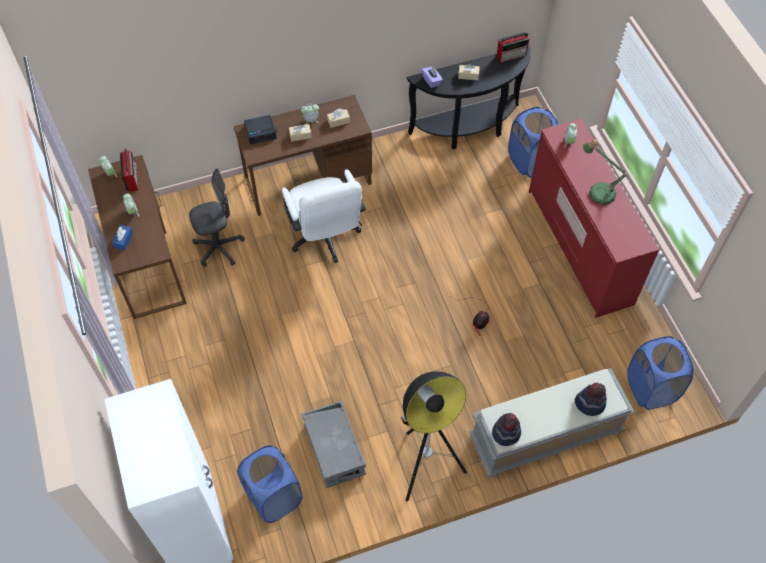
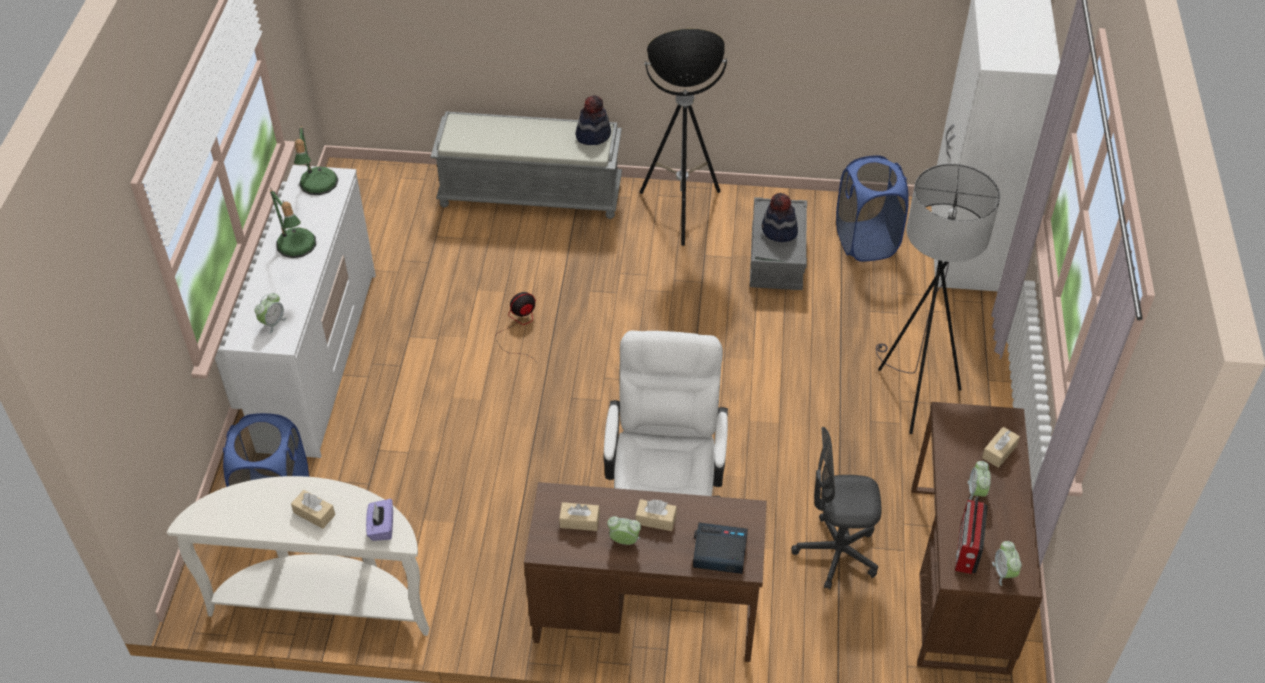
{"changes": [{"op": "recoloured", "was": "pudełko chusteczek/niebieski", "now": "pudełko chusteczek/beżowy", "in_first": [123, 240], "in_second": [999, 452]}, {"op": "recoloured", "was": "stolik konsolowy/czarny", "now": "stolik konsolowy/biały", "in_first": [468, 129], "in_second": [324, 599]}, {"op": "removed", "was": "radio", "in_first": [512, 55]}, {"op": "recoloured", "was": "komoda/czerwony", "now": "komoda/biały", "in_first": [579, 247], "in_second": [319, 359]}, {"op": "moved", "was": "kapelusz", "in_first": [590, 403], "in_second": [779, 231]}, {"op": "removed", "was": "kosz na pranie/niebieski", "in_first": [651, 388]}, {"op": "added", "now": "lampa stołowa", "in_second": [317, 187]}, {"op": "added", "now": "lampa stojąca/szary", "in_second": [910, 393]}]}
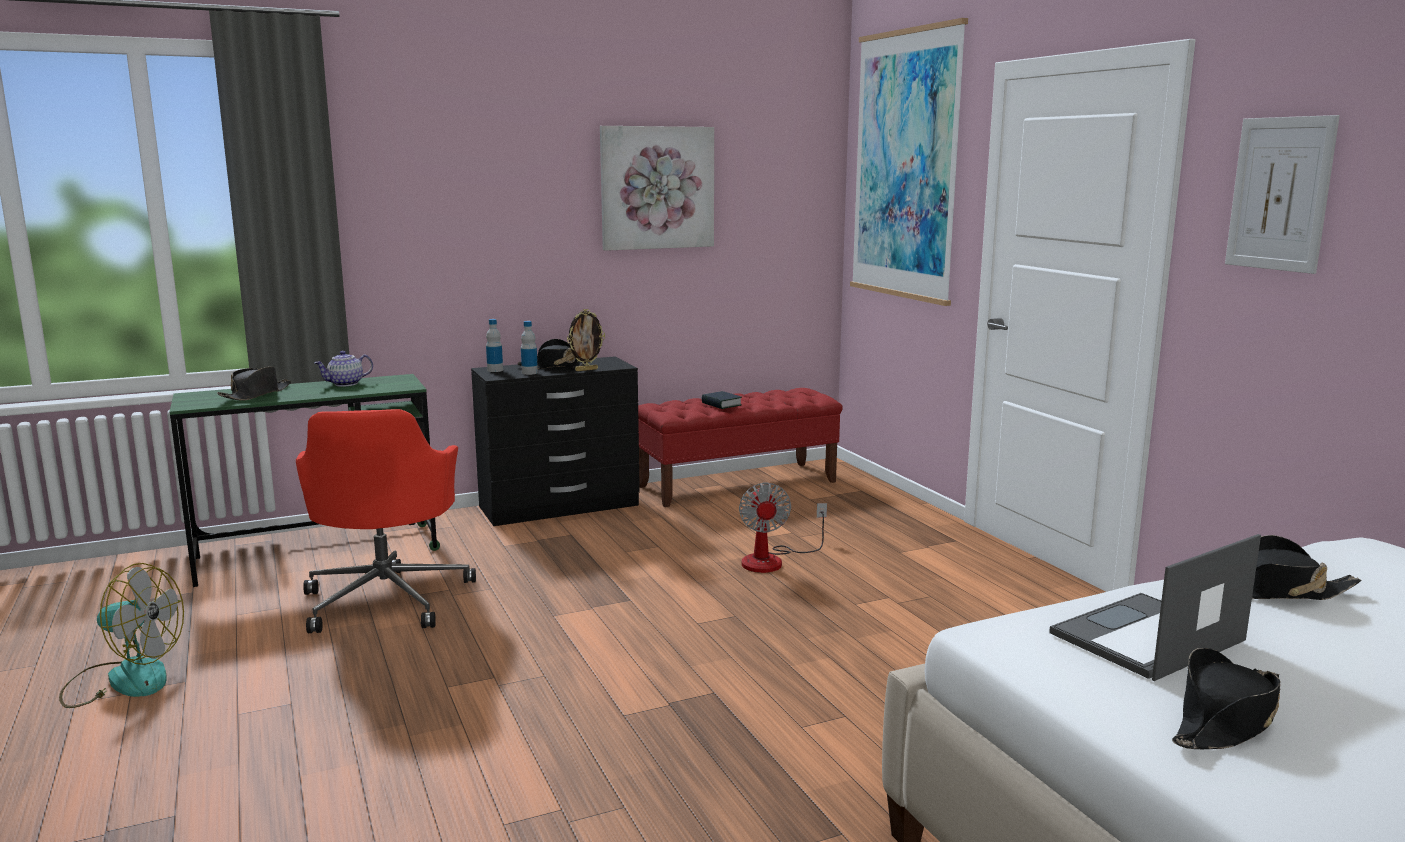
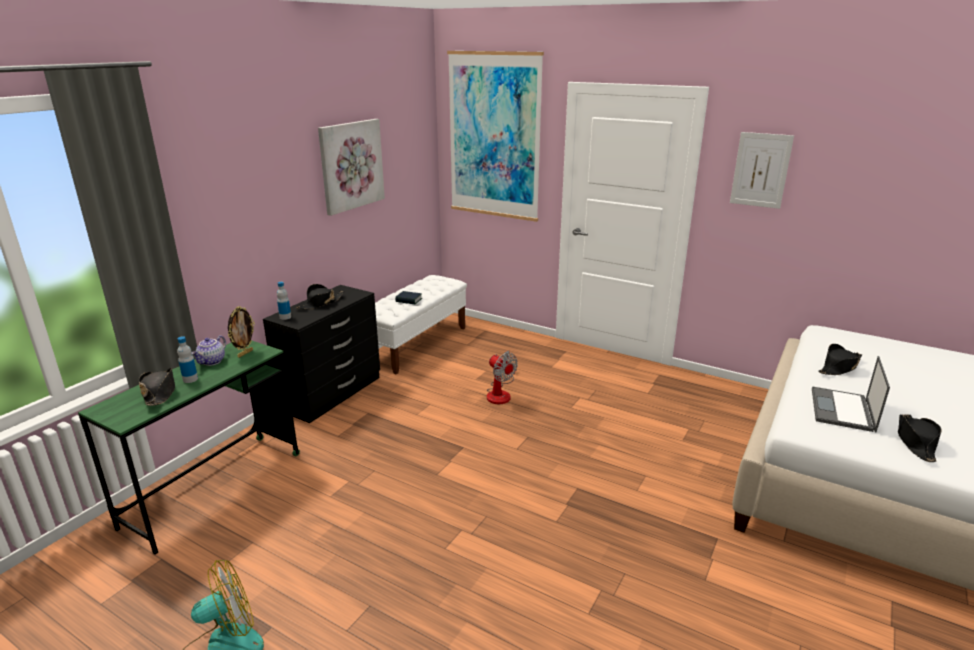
{"changes": [{"op": "removed", "was": "krzesło biurowe/czerwony", "in_first": [387, 598]}, {"op": "moved", "was": "butelka", "in_first": [529, 373], "in_second": [190, 379]}, {"op": "moved", "was": "ramka na zdjęcie", "in_first": [586, 370], "in_second": [245, 353]}, {"op": "recoloured", "was": "ławka/czerwony", "now": "ławka/biały", "in_first": [738, 484], "in_second": [415, 344]}]}
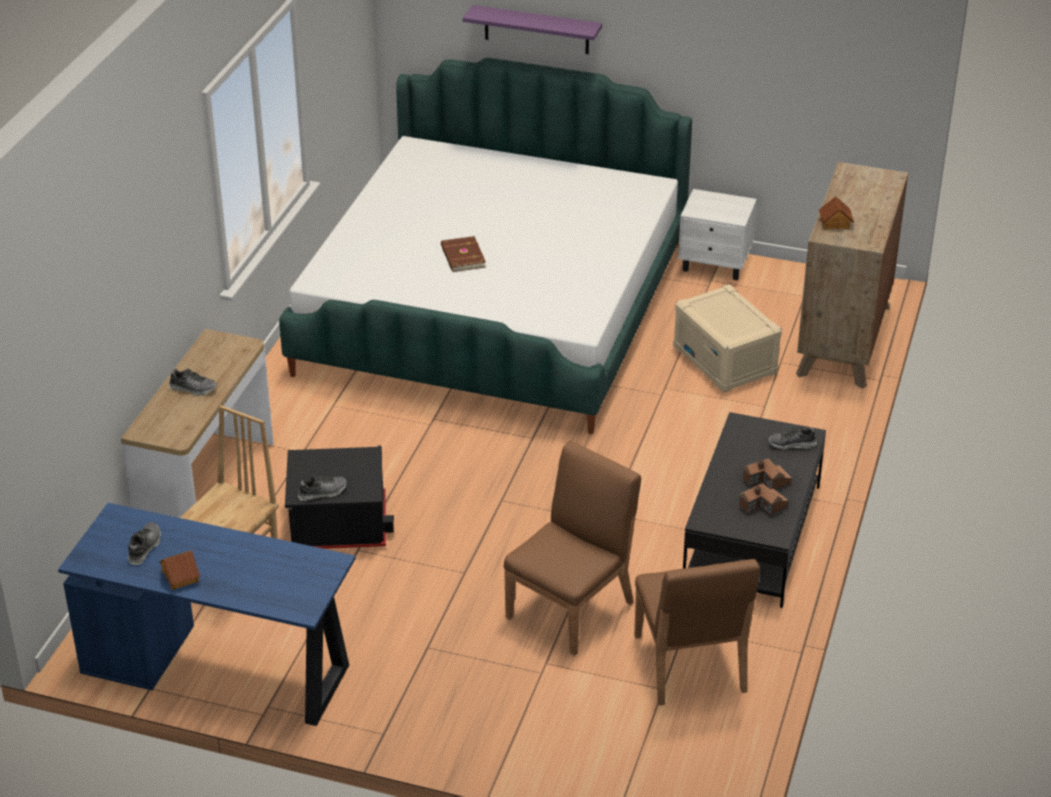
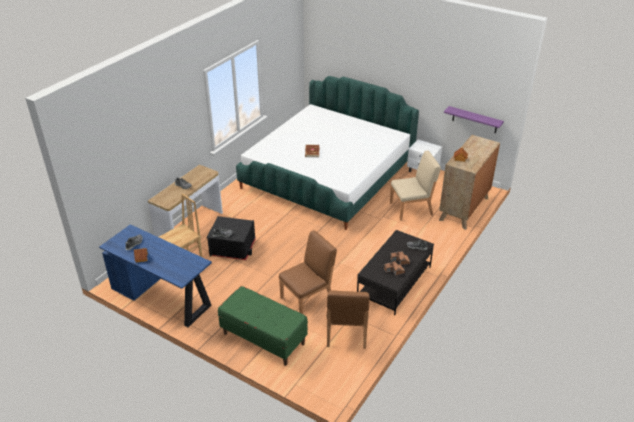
{"changes": [{"op": "moved", "was": "półka/fioletowy", "in_first": [536, 30], "in_second": [474, 120]}, {"op": "replaced", "was": "pojemnik do przechowywania/beżowy", "now": "krzesło/beżowy", "in_first": [725, 360], "in_second": [412, 209]}, {"op": "added", "now": "ławka/zielony", "in_second": [263, 338]}]}
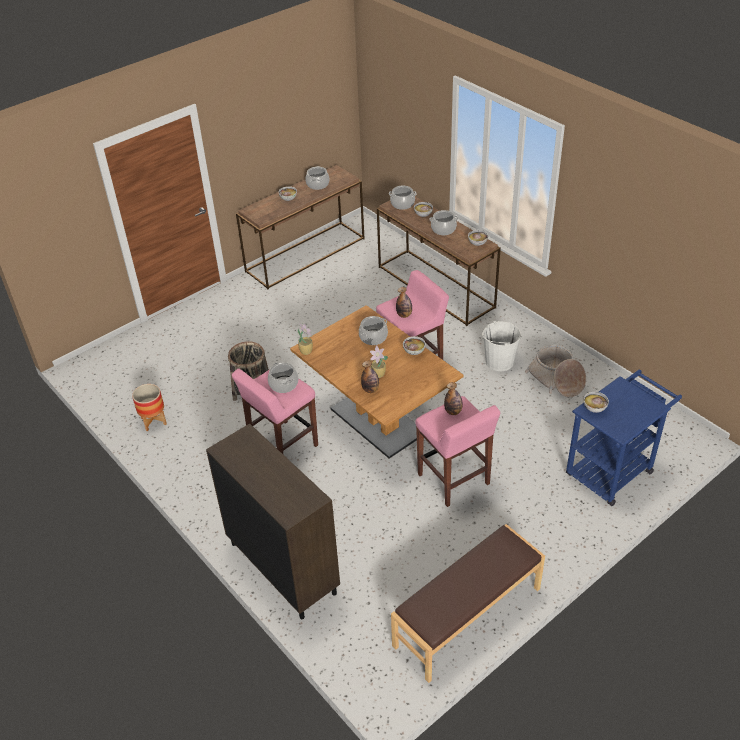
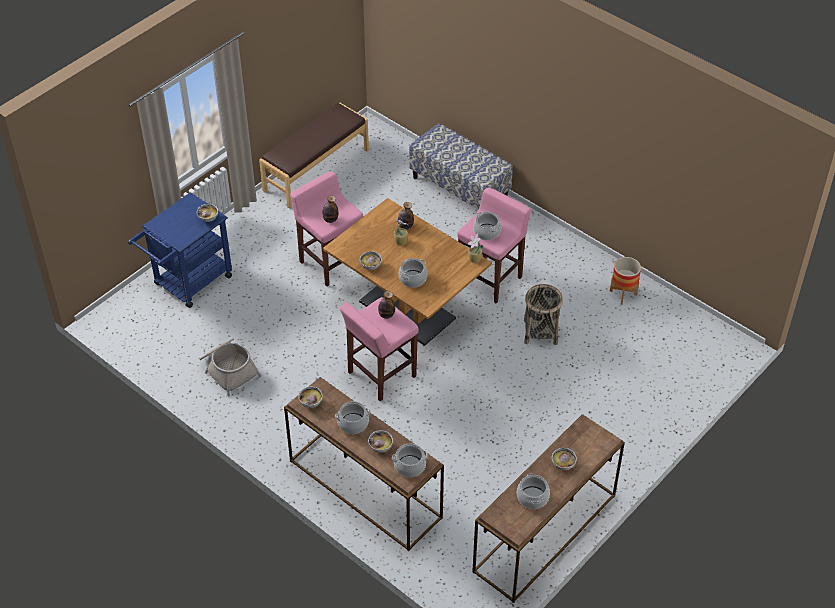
{"changes": [{"op": "replaced", "was": "szafka/brązowy", "now": "ławka", "in_first": [282, 567], "in_second": [460, 188]}, {"op": "removed", "was": "wiadro/biały", "in_first": [499, 361]}]}
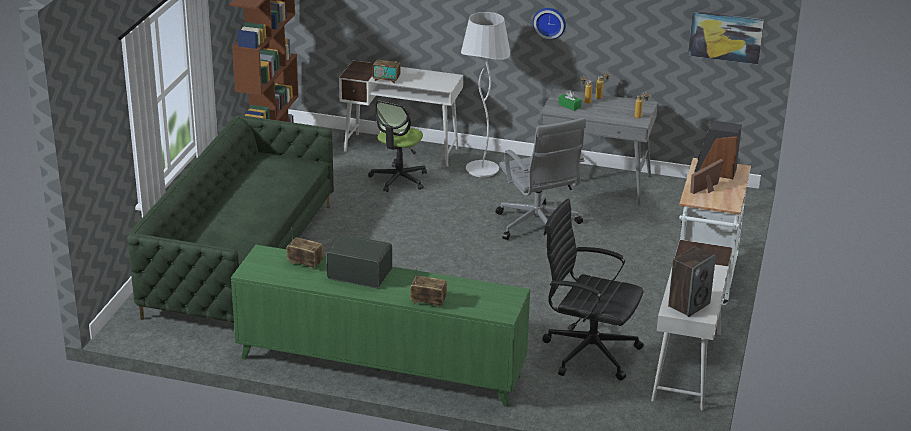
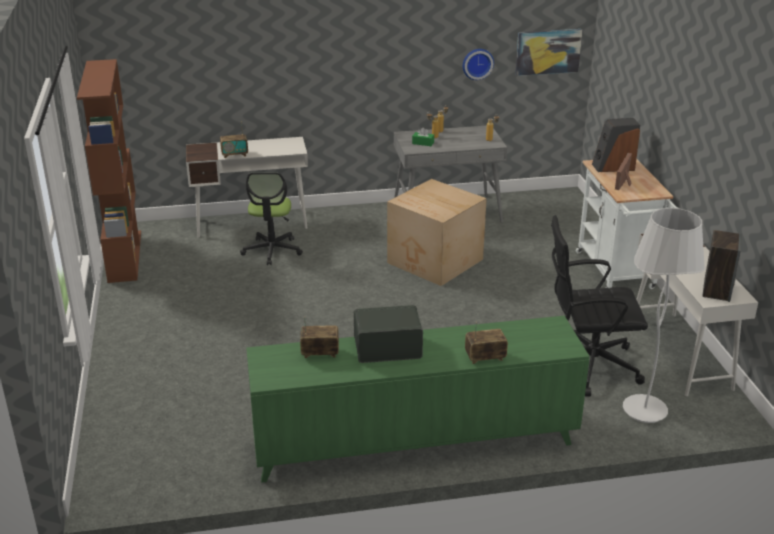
{"changes": [{"op": "removed", "was": "kanapa/zielony", "in_first": [241, 258]}, {"op": "moved", "was": "lampa stojąca/biały", "in_first": [482, 170], "in_second": [644, 411]}, {"op": "replaced", "was": "krzesło biurowe/szary", "now": "karton", "in_first": [538, 226], "in_second": [435, 262]}, {"op": "moved", "was": "zegar ścienny", "in_first": [549, 22], "in_second": [477, 63]}]}
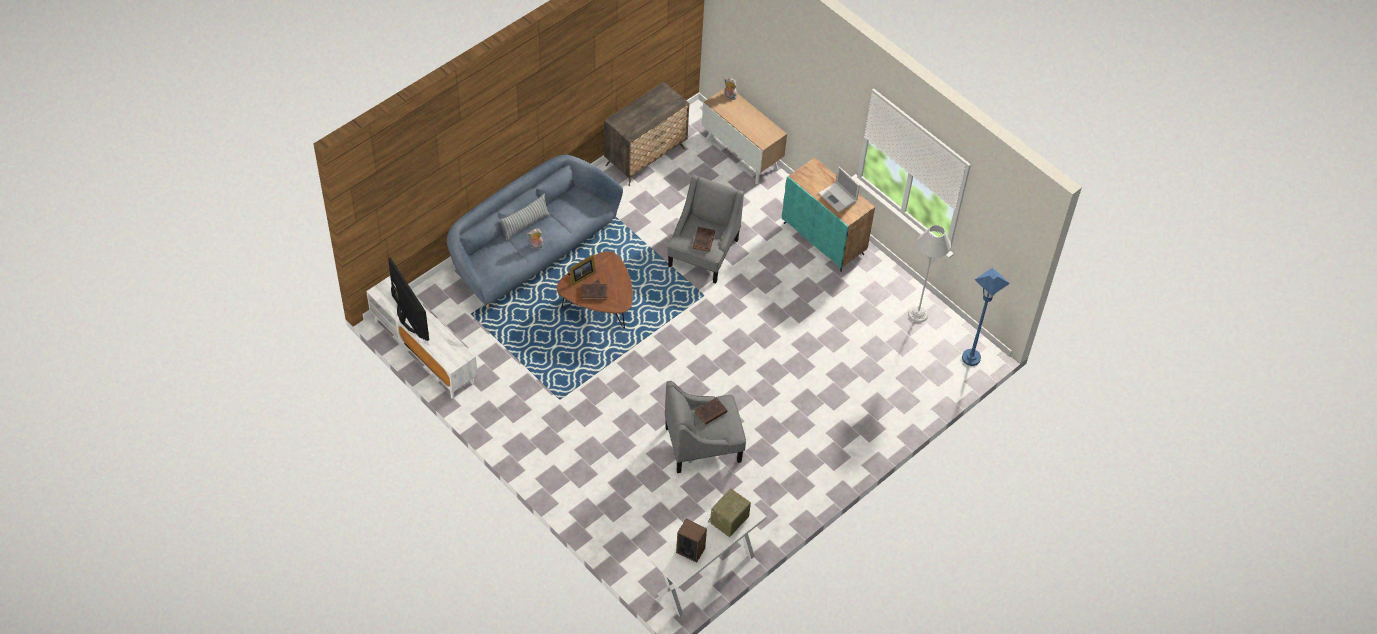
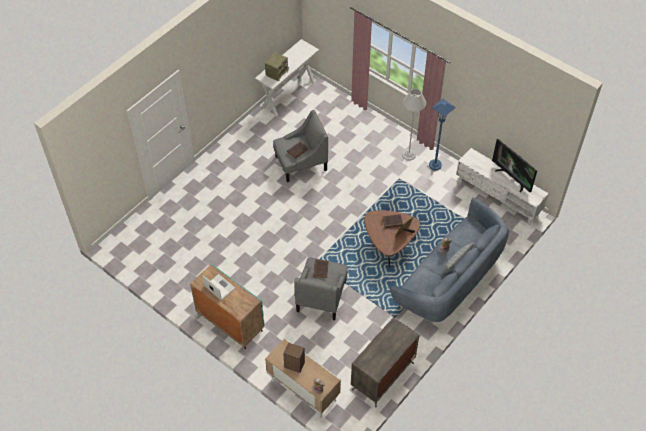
{"changes": [{"op": "moved", "was": "głośnik", "in_first": [690, 550], "in_second": [294, 364]}, {"op": "moved", "was": "lampa stojąca/szary", "in_first": [917, 314], "in_second": [408, 155]}, {"op": "moved", "was": "lampa stojąca/niebieski", "in_first": [971, 358], "in_second": [435, 165]}]}
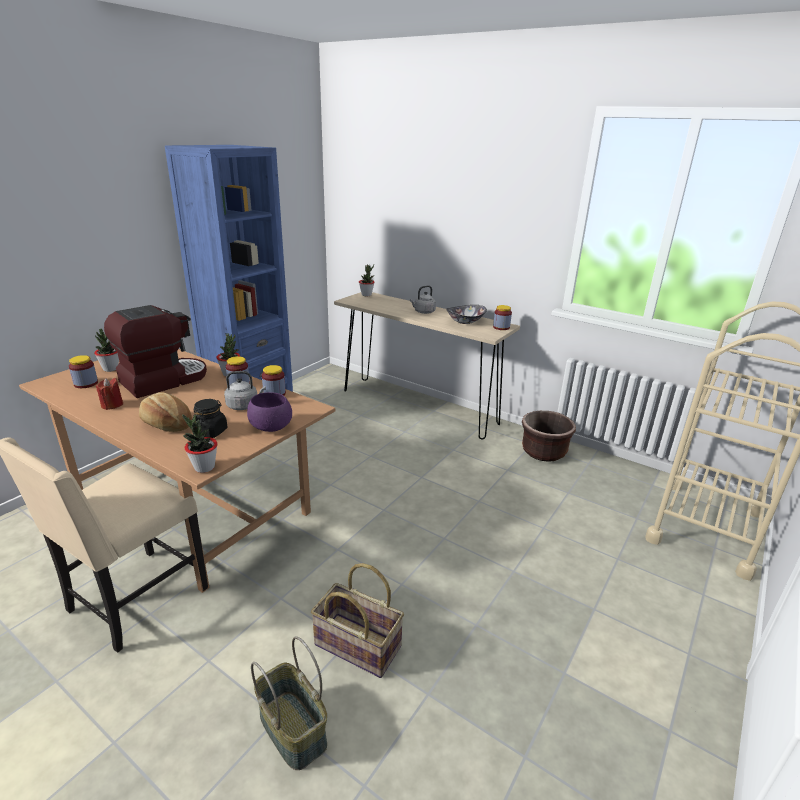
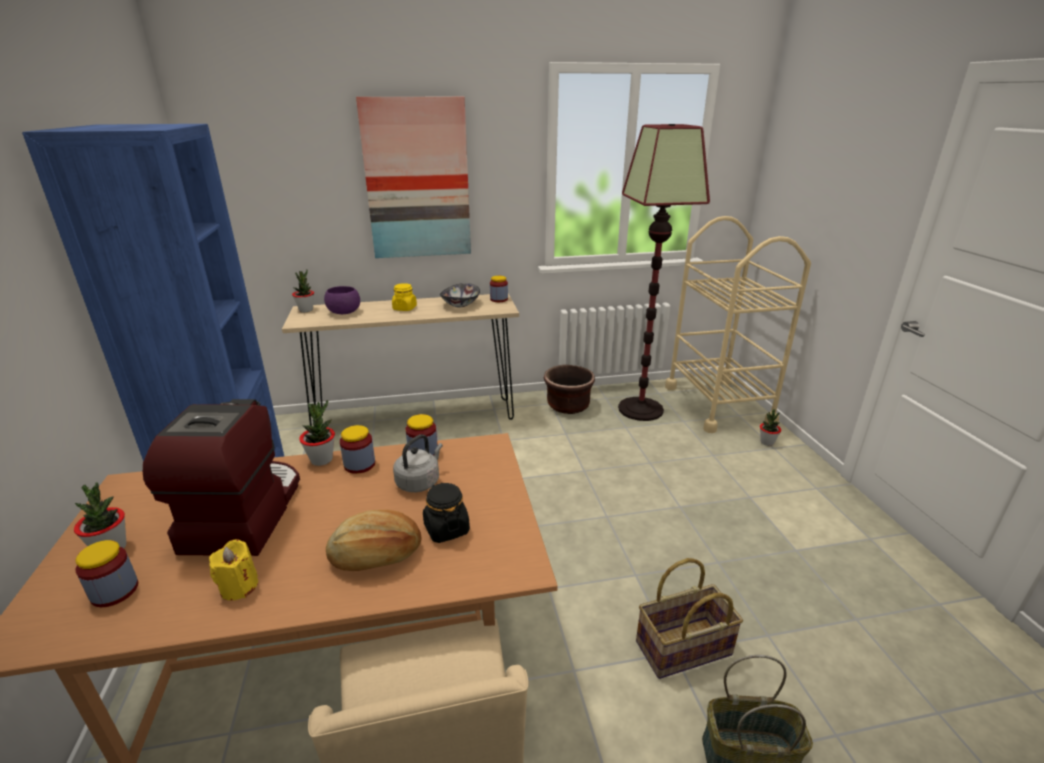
{"changes": [{"op": "recoloured", "was": "świeca/czerwony", "now": "świeca/żółty", "in_first": [112, 405], "in_second": [239, 587]}, {"op": "moved", "was": "roślina doniczkowa", "in_first": [204, 467], "in_second": [767, 442]}, {"op": "moved", "was": "miska/fioletowy", "in_first": [271, 427], "in_second": [345, 312]}, {"op": "replaced", "was": "czajnik/szary", "now": "słoik/żółty", "in_first": [423, 312], "in_second": [405, 308]}, {"op": "added", "now": "obraz", "in_second": [417, 180]}, {"op": "added", "now": "lampa stojąca", "in_second": [641, 409]}]}
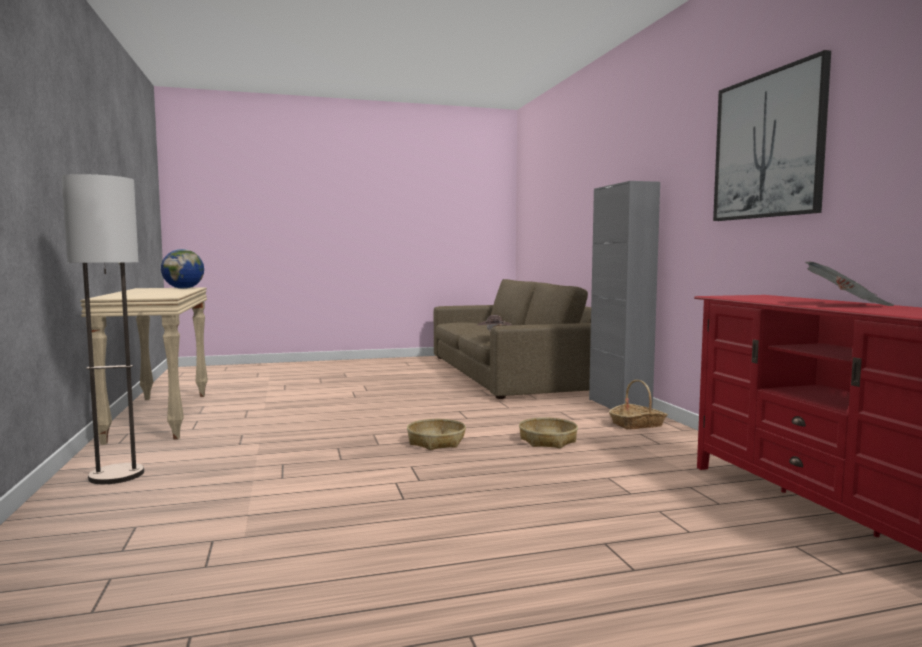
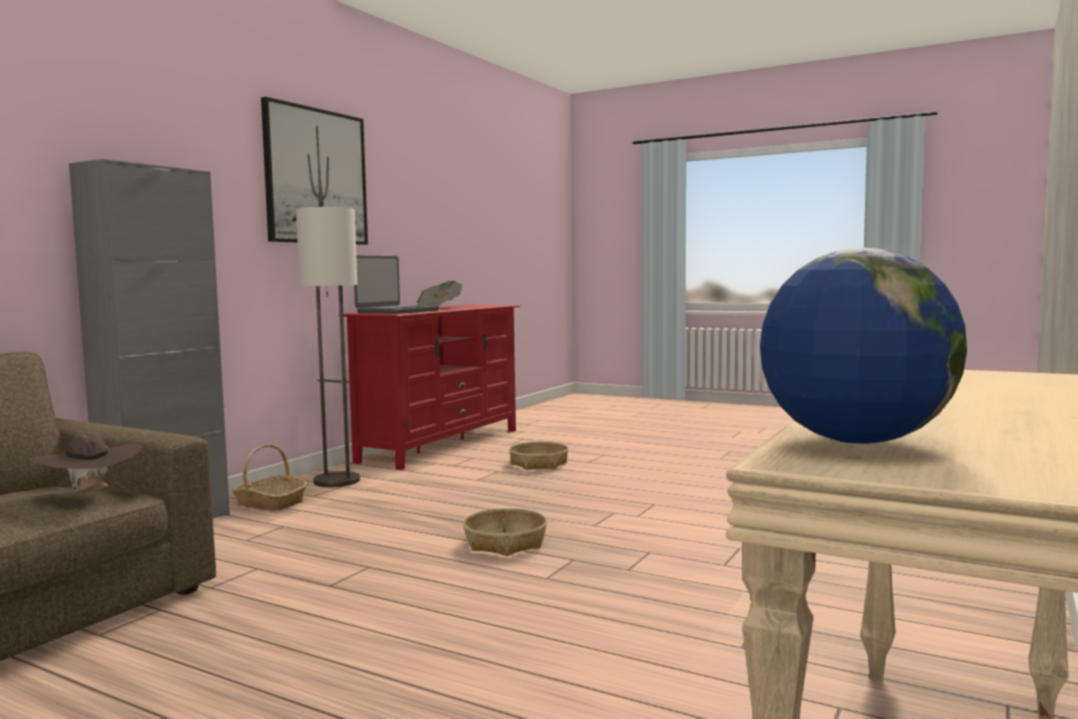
{"changes": [{"op": "moved", "was": "lampa stojąca", "in_first": [116, 475], "in_second": [337, 481]}, {"op": "moved", "was": "koszyk", "in_first": [547, 440], "in_second": [539, 464]}, {"op": "added", "now": "laptop", "in_second": [397, 311]}]}
